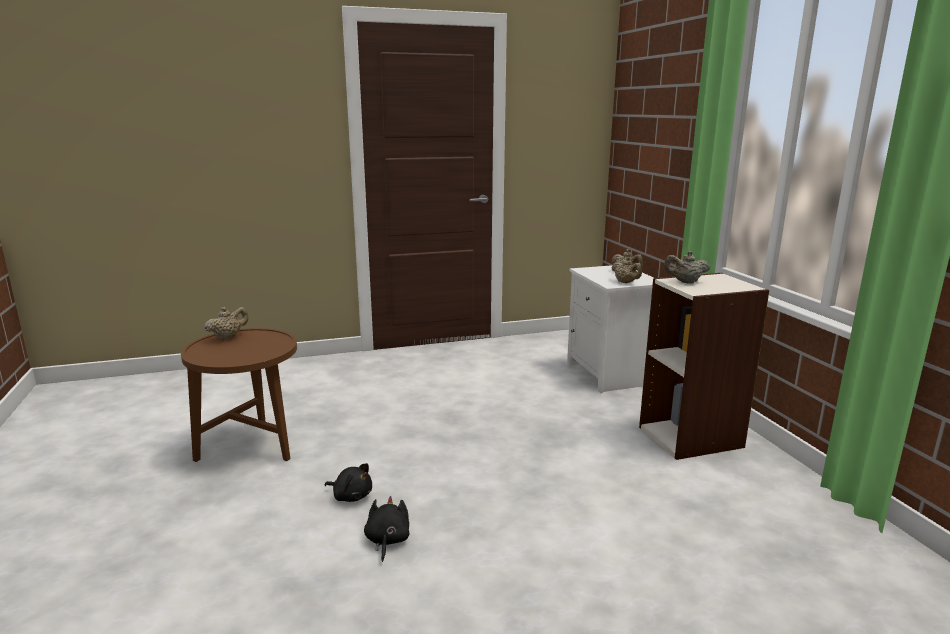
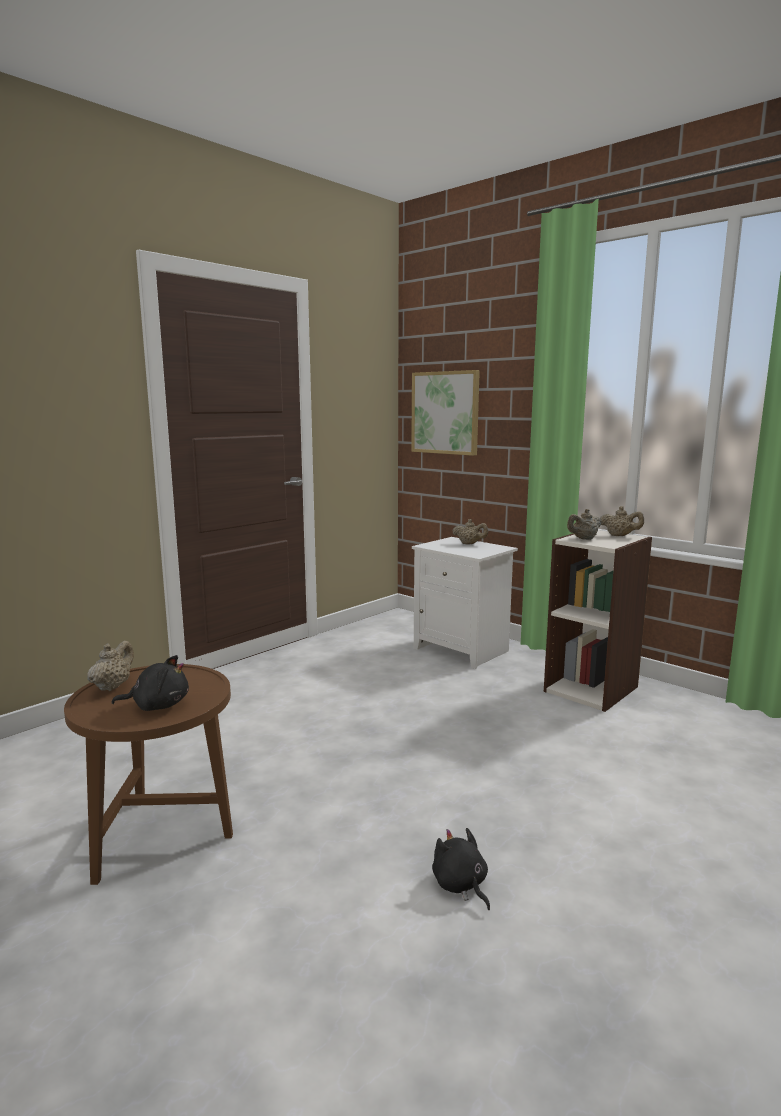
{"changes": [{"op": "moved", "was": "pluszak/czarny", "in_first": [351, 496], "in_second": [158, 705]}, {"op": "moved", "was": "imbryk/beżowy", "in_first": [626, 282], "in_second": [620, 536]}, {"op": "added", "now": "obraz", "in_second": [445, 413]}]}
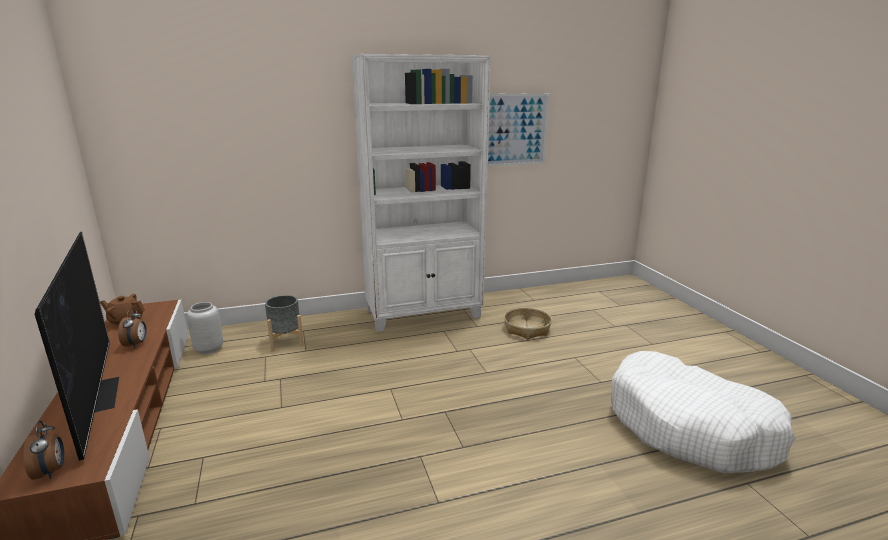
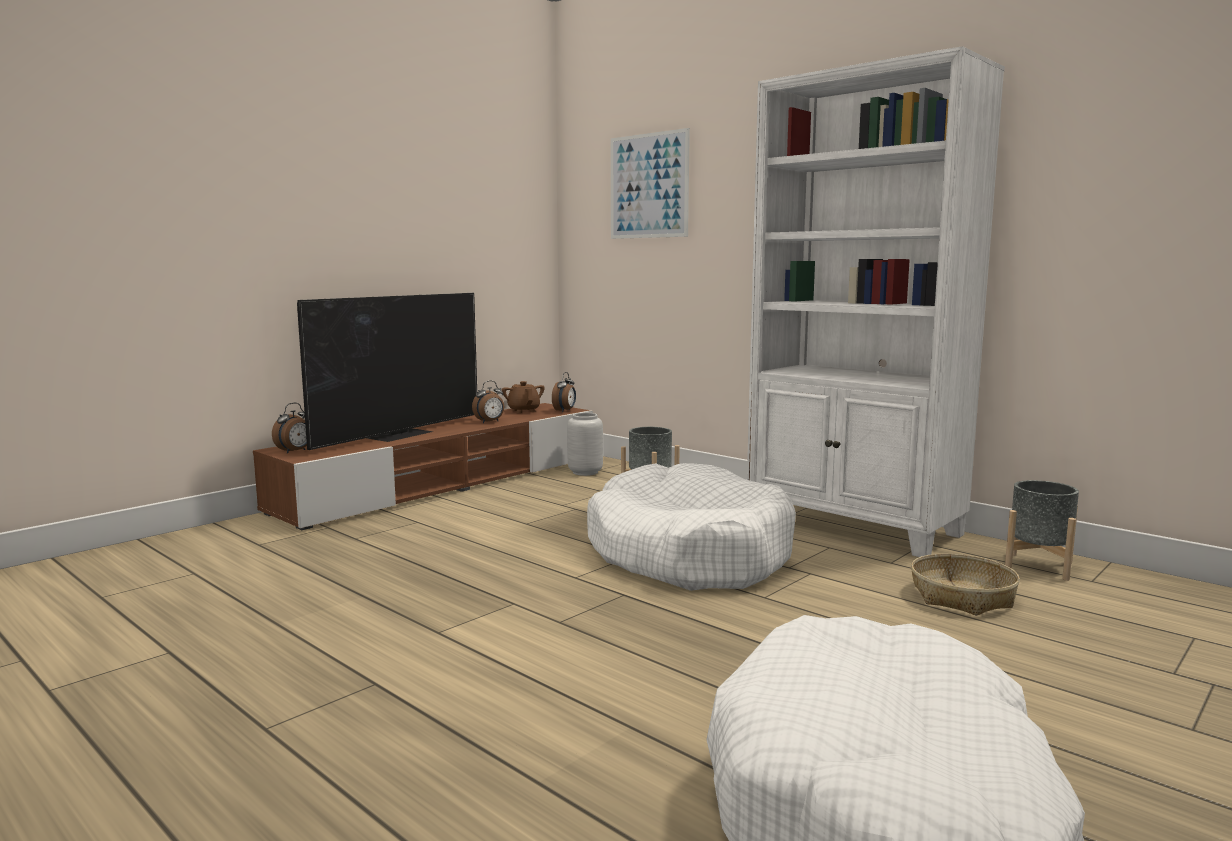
{"changes": [{"op": "moved", "was": "obraz", "in_first": [515, 130], "in_second": [649, 186]}, {"op": "added", "now": "budzik", "in_second": [565, 411]}, {"op": "added", "now": "legowisko/biały", "in_second": [688, 554]}, {"op": "added", "now": "donica/szary", "in_second": [1038, 566]}]}
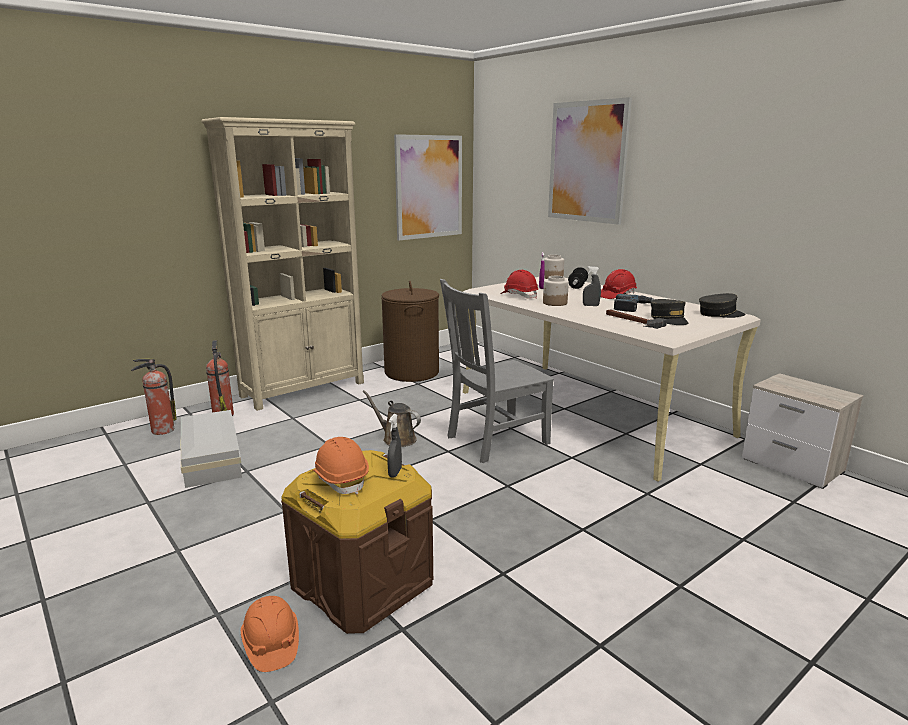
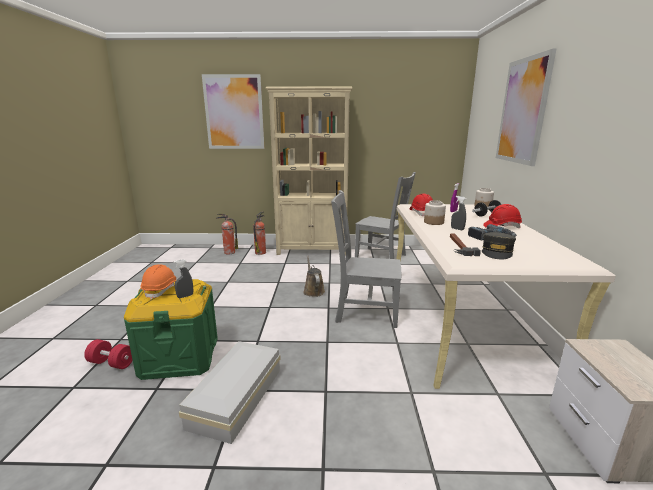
{"changes": [{"op": "moved", "was": "pojemnik do przechowywania/biały", "in_first": [213, 457], "in_second": [238, 396]}, {"op": "replaced", "was": "kask/pomarańczowy", "now": "hantel/czerwony", "in_first": [271, 644], "in_second": [112, 363]}, {"op": "recoloured", "was": "pojemnik do przechowywania/brązowy", "now": "pojemnik do przechowywania/zielony", "in_first": [363, 584], "in_second": [180, 357]}, {"op": "replaced", "was": "kosz na pranie/brązowy", "now": "krzesło/szary", "in_first": [412, 372], "in_second": [382, 256]}, {"op": "moved", "was": "obraz", "in_first": [429, 187], "in_second": [234, 112]}, {"op": "removed", "was": "czapka z daszkiem/szary", "in_first": [720, 314]}]}
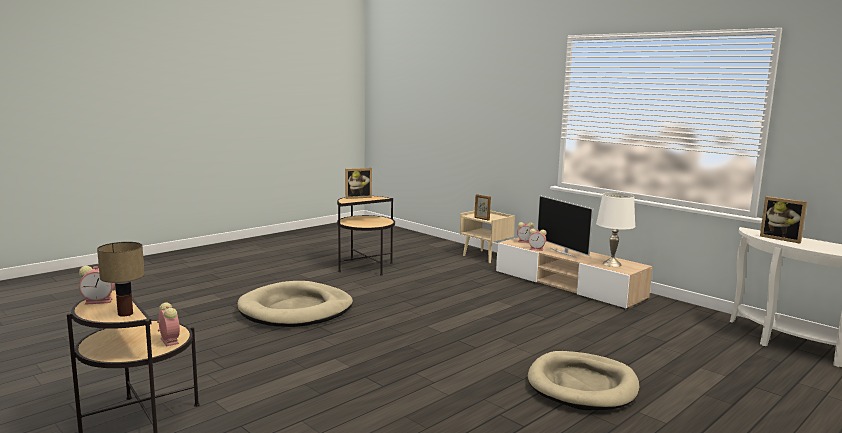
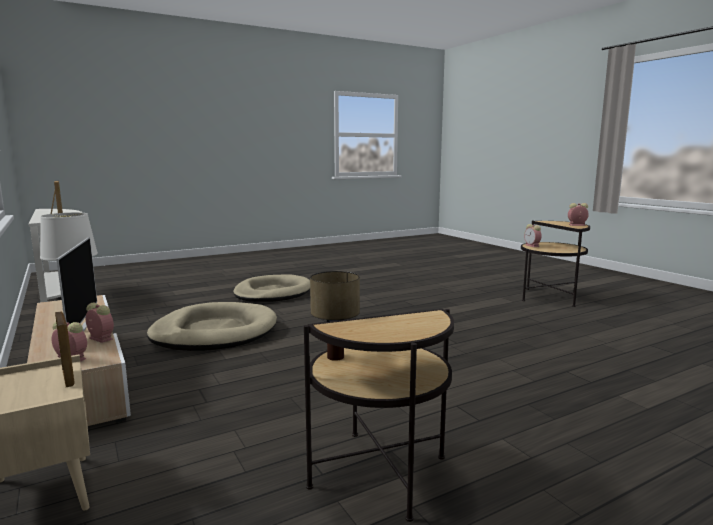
{"changes": [{"op": "moved", "was": "lampa stołowa", "in_first": [126, 313], "in_second": [334, 357]}, {"op": "moved", "was": "legowisko/beżowy", "in_first": [296, 310], "in_second": [214, 332]}, {"op": "removed", "was": "ramka na zdjęcie", "in_first": [357, 197]}]}
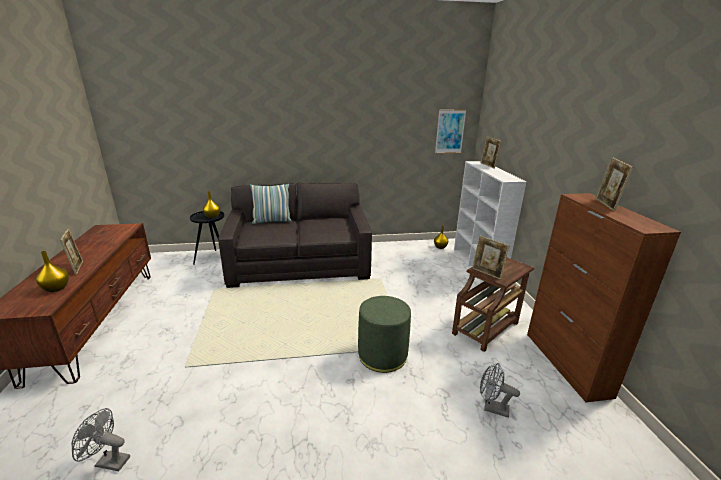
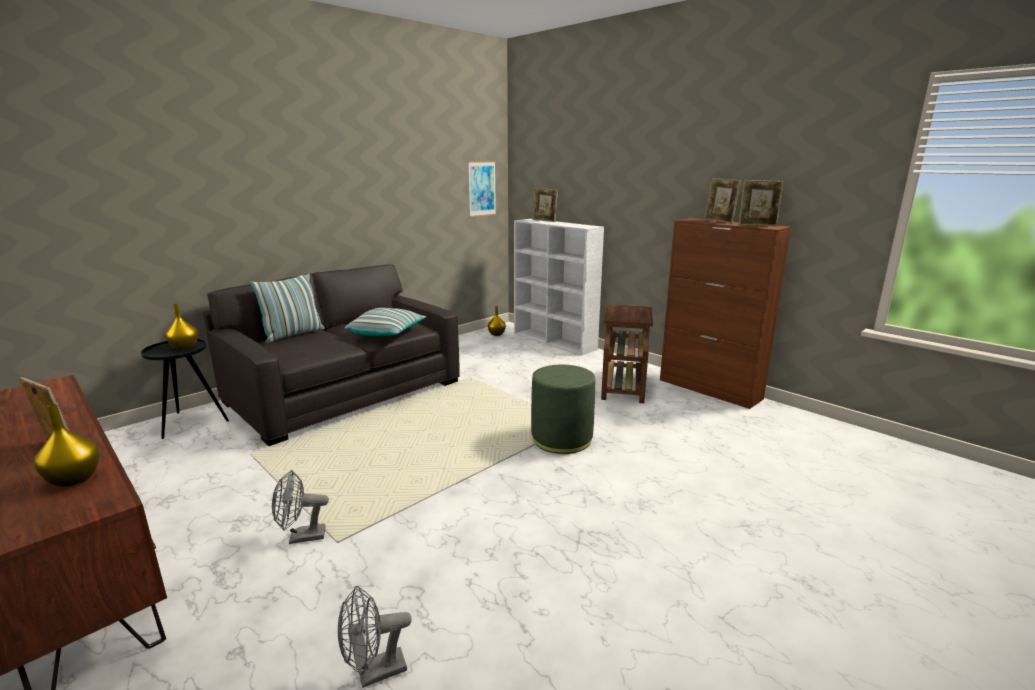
{"changes": [{"op": "moved", "was": "ramka na zdjęcie", "in_first": [487, 273], "in_second": [757, 225]}, {"op": "moved", "was": "wentylator/szary", "in_first": [492, 408], "in_second": [301, 537]}, {"op": "added", "now": "poduszka", "in_second": [387, 333]}]}
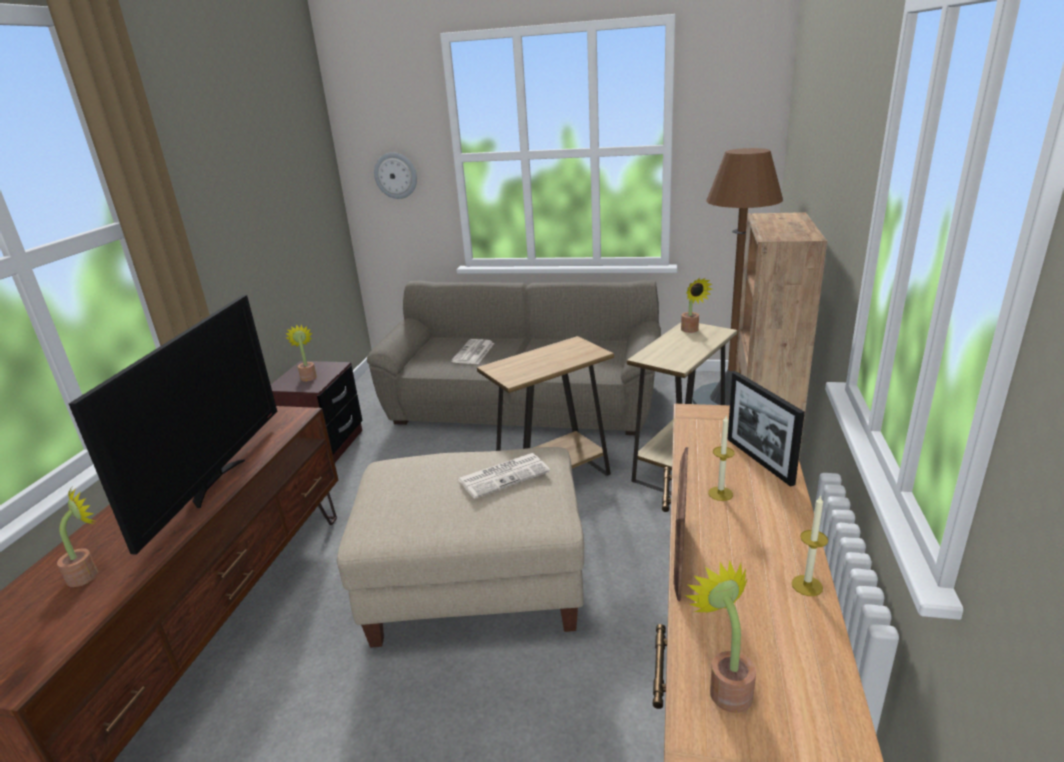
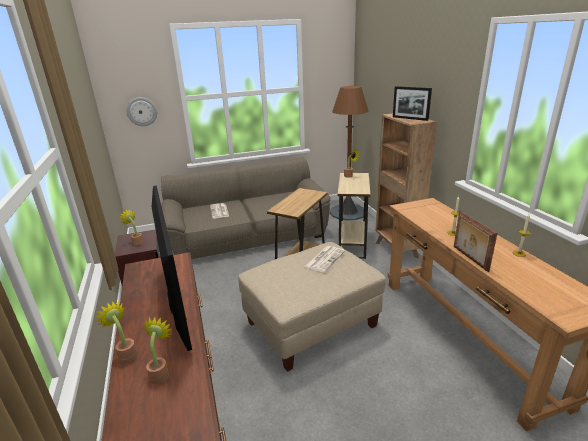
{"changes": [{"op": "moved", "was": "roślina doniczkowa", "in_first": [726, 687], "in_second": [126, 354]}, {"op": "moved", "was": "ramka na zdjęcie", "in_first": [759, 461], "in_second": [410, 118]}]}
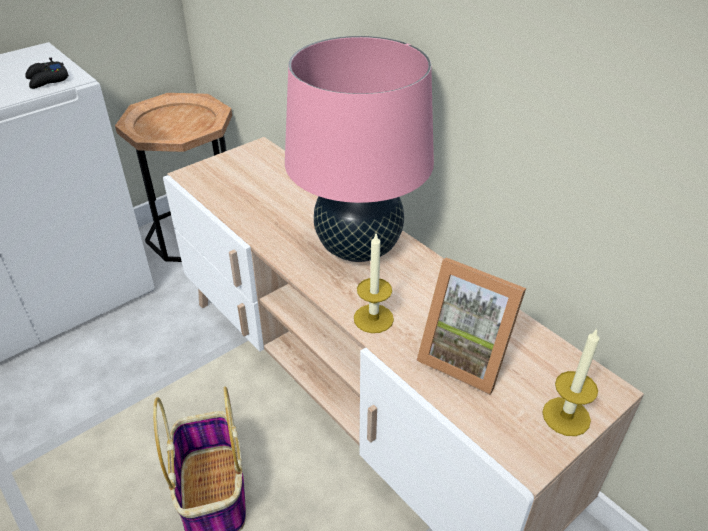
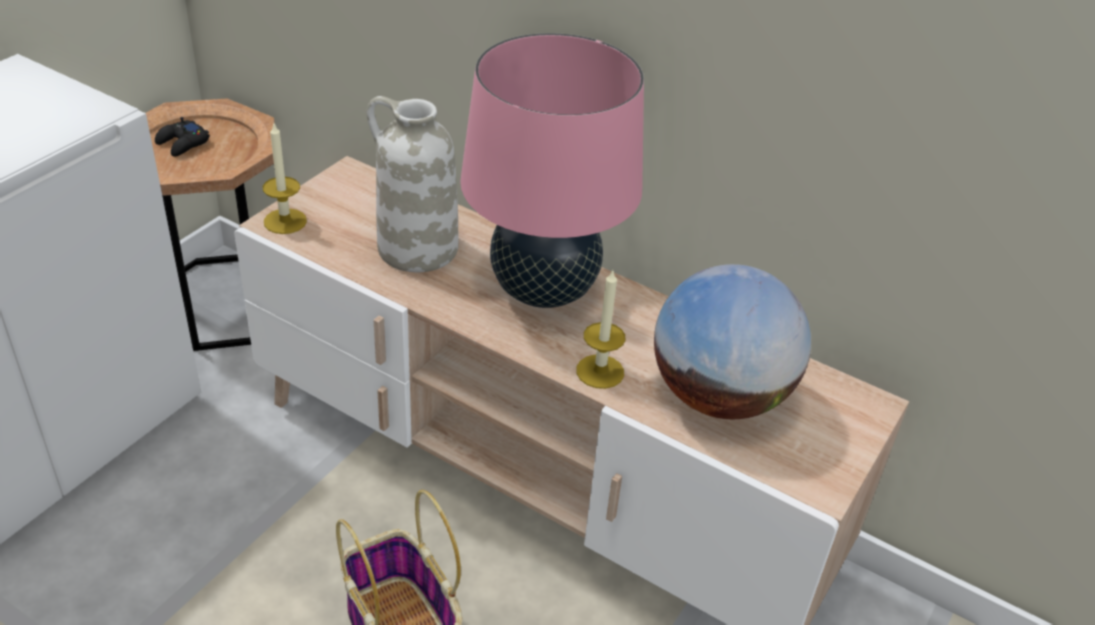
{"changes": [{"op": "moved", "was": "pad do gier/czarny", "in_first": [47, 80], "in_second": [183, 143]}, {"op": "replaced", "was": "ramka na zdjęcie", "now": "globus", "in_first": [466, 357], "in_second": [719, 396]}, {"op": "moved", "was": "świeca", "in_first": [566, 416], "in_second": [285, 221]}, {"op": "added", "now": "wazon/biały", "in_second": [416, 249]}]}
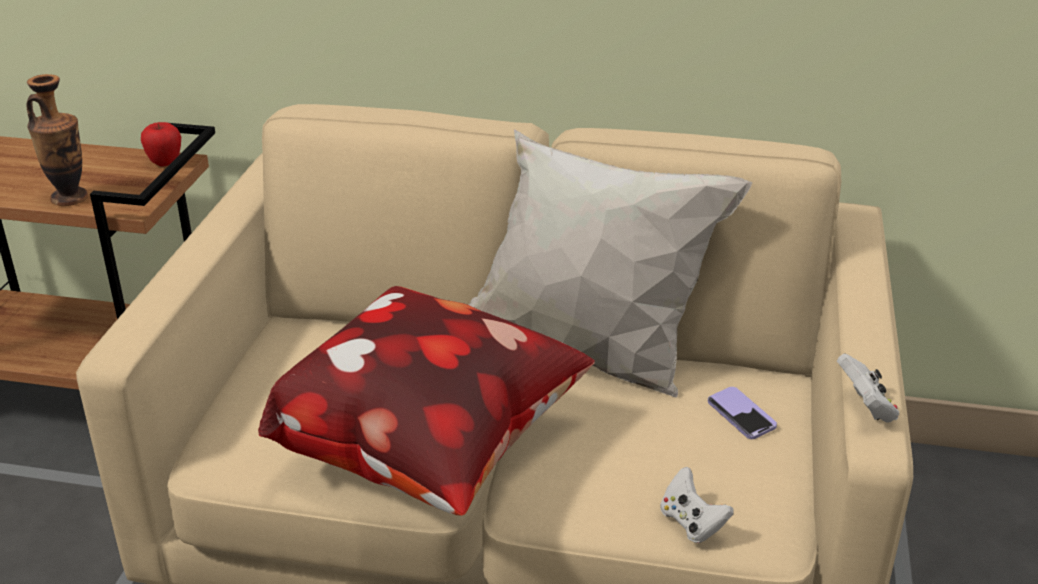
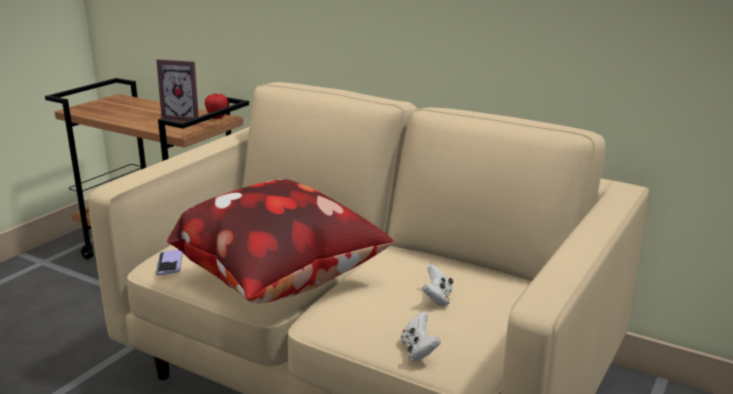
{"changes": [{"op": "removed", "was": "wazon", "in_first": [69, 198]}, {"op": "removed", "was": "poduszka/biały", "in_first": [588, 354]}, {"op": "moved", "was": "telefon", "in_first": [741, 415], "in_second": [169, 263]}, {"op": "moved", "was": "pad do gier/biały", "in_first": [866, 407], "in_second": [437, 298]}, {"op": "added", "now": "ramka na zdjęcie", "in_second": [185, 117]}]}
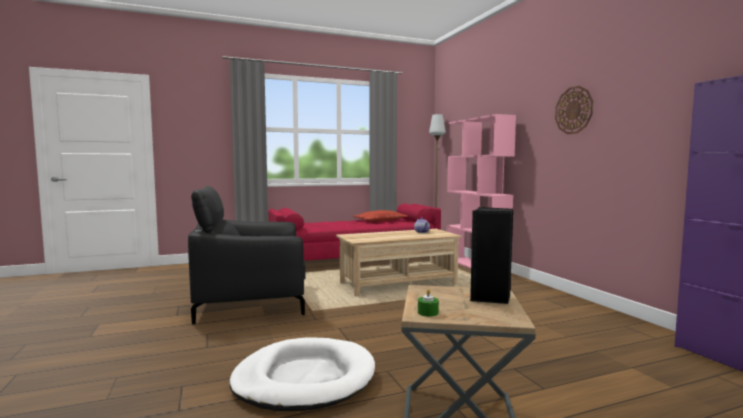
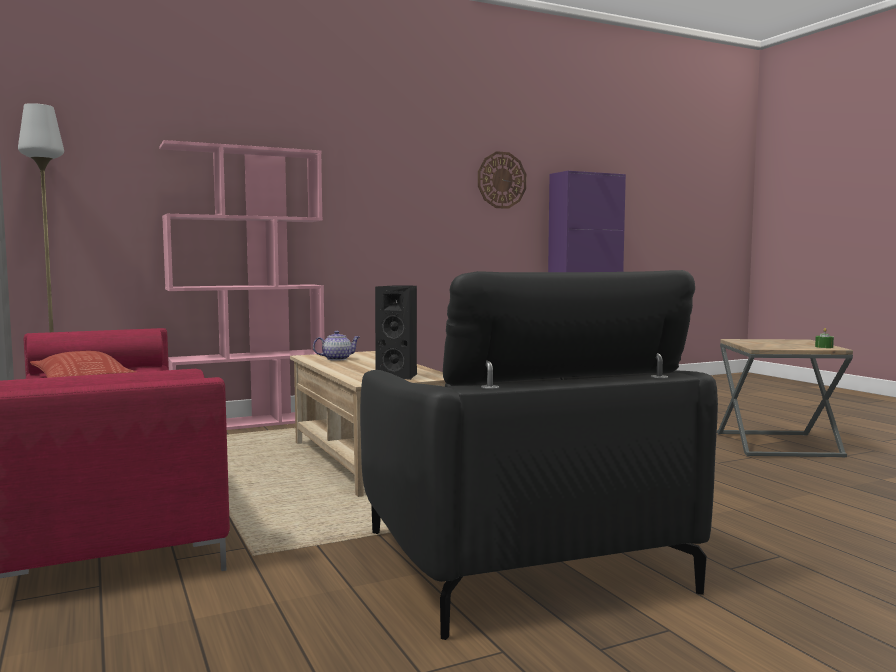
{"changes": [{"op": "removed", "was": "legowisko/biały", "in_first": [304, 379]}, {"op": "moved", "was": "głośnik/czarny", "in_first": [490, 298], "in_second": [399, 376]}, {"op": "moved", "was": "zegar ścienny", "in_first": [574, 110], "in_second": [501, 180]}]}
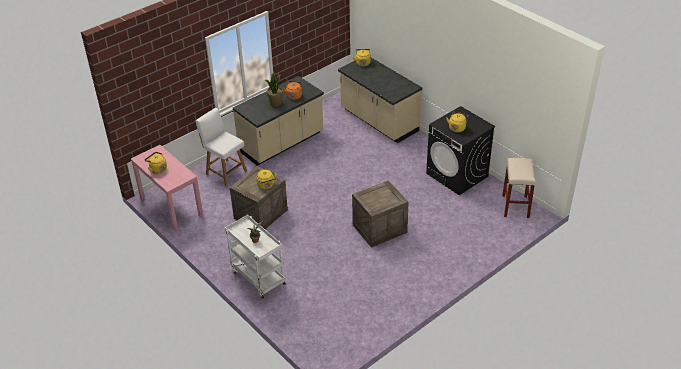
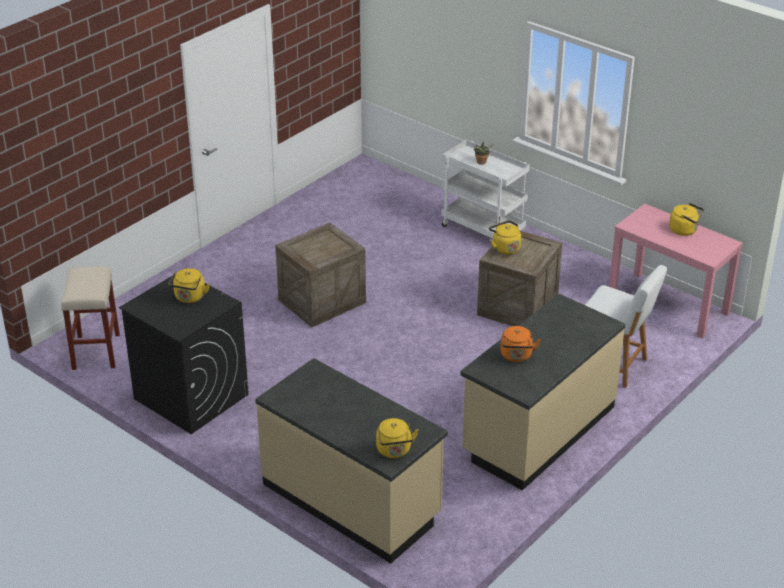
{"changes": [{"op": "removed", "was": "roślina doniczkowa", "in_first": [275, 103]}]}
